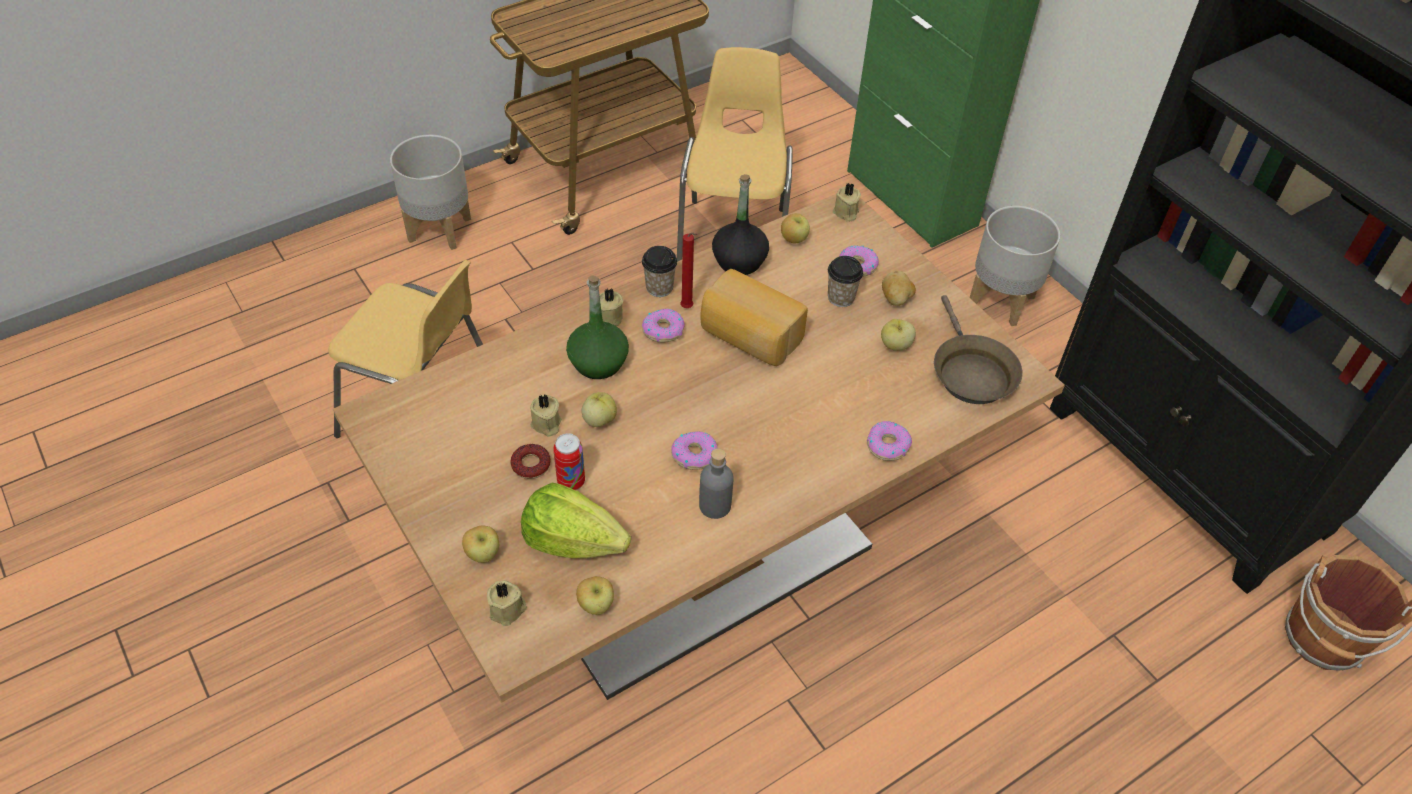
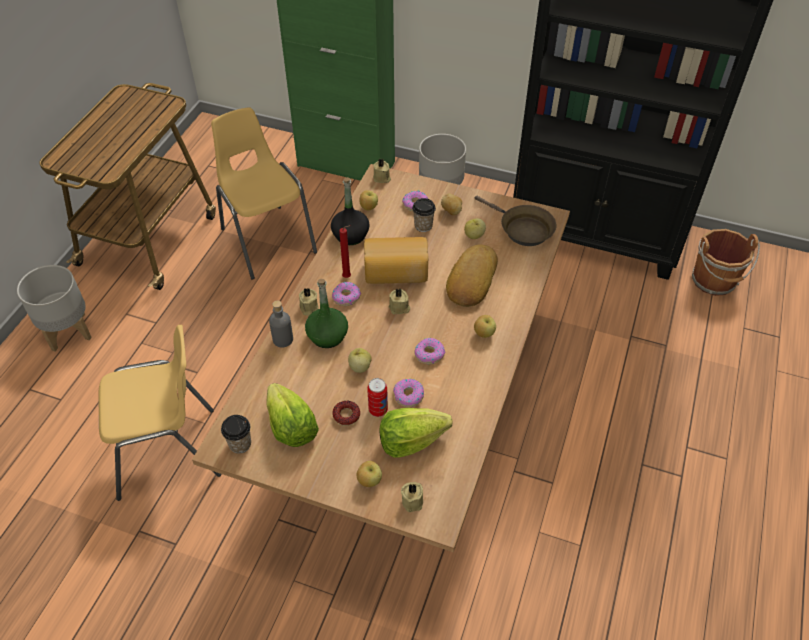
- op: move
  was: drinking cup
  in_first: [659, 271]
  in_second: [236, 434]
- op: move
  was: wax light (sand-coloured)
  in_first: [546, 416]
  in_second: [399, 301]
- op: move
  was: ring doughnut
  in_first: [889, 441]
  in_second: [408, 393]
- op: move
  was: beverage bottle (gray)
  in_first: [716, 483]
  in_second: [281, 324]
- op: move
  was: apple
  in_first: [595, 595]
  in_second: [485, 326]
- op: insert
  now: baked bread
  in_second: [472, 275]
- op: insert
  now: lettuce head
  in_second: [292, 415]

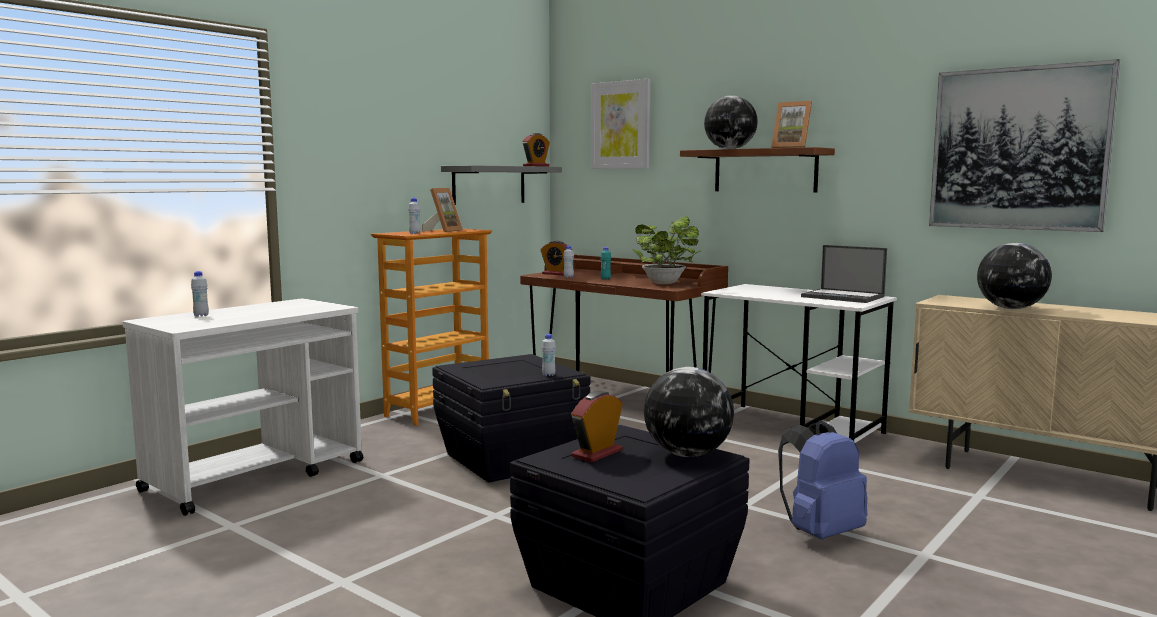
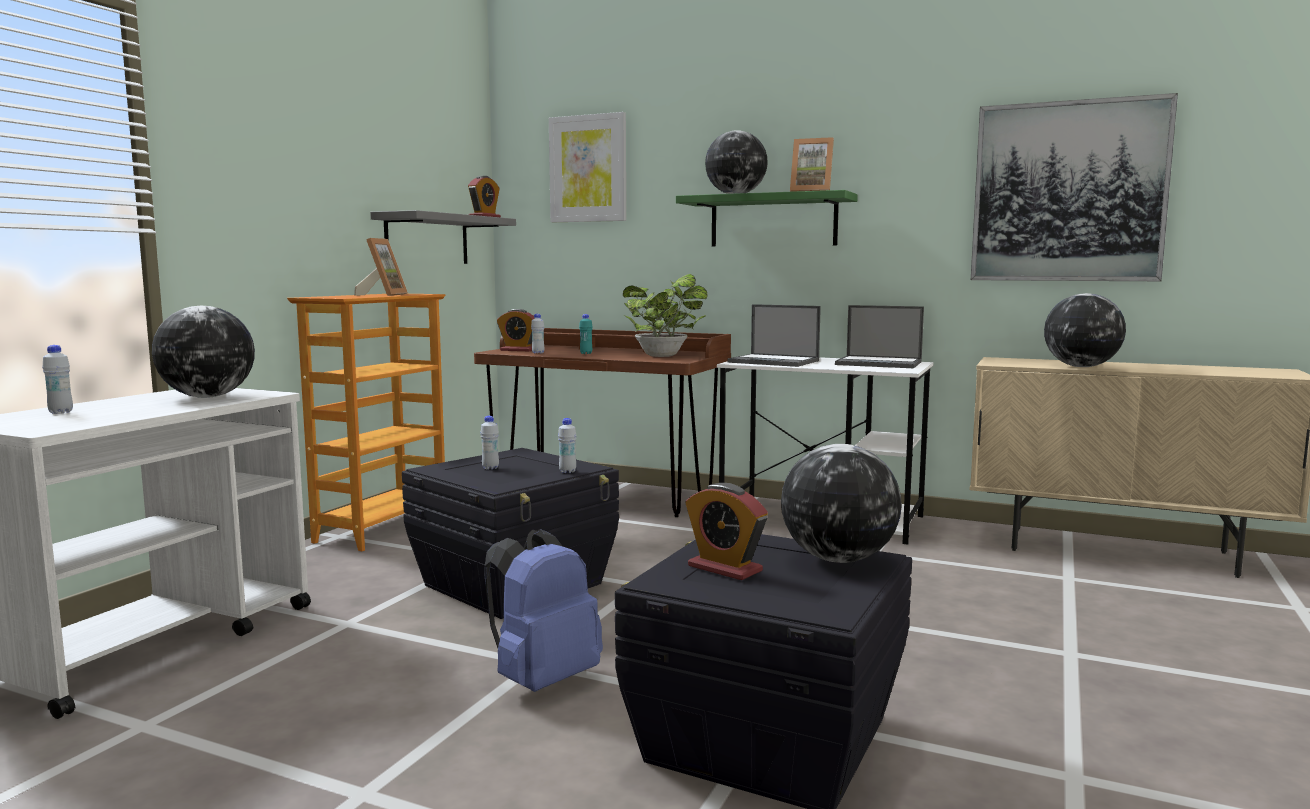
- op: recolor
  was: shelf (brown-coloured)
  now: shelf (greenish)
  in_first: [757, 170]
  in_second: [767, 218]
- op: move
  was: beverage bottle (white-coloured)
  in_first: [414, 216]
  in_second: [489, 443]
- op: rotate
  was: alarm clock
  in_first: [597, 426]
  in_second: [726, 531]
  clockwise: -75
- op: move
  was: rucksack (bluish)
  in_first: [822, 480]
  in_second: [543, 610]
- op: insert
  now: portable computer
  in_second: [774, 335]
- op: insert
  now: world globe
  in_second: [203, 352]

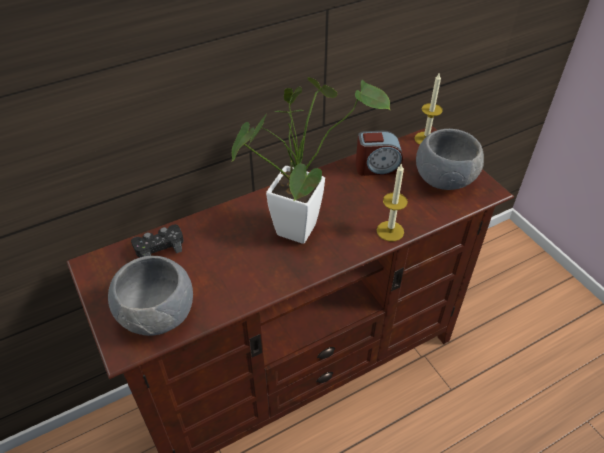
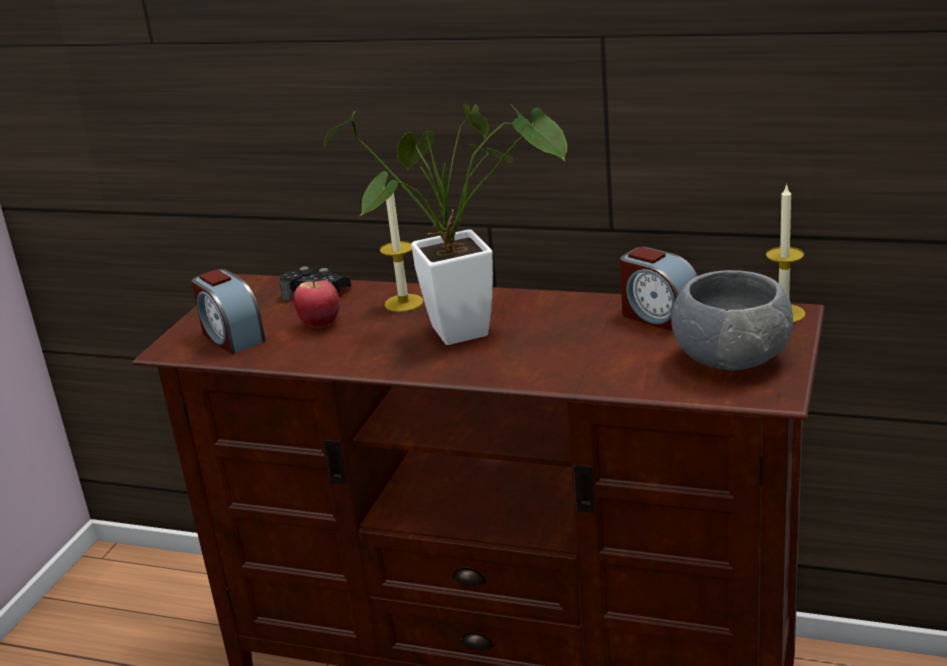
- op: move
  was: wax light
  in_first: [392, 202]
  in_second: [401, 252]
- op: replace
  was: bowl (gray)
  now: alarm clock
  in_first: [150, 296]
  in_second: [229, 312]
- op: insert
  now: apple
  in_second: [317, 304]

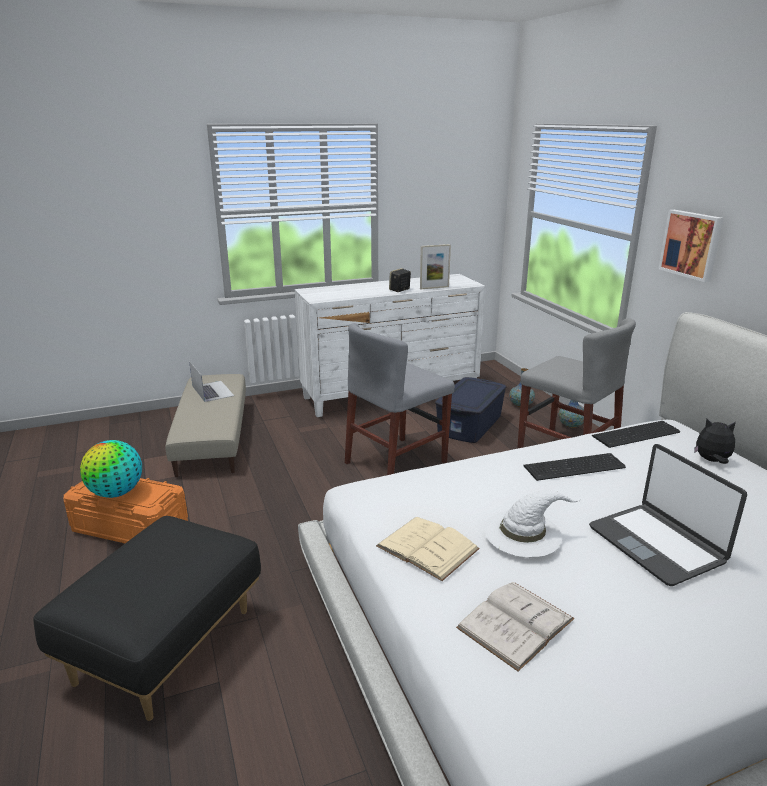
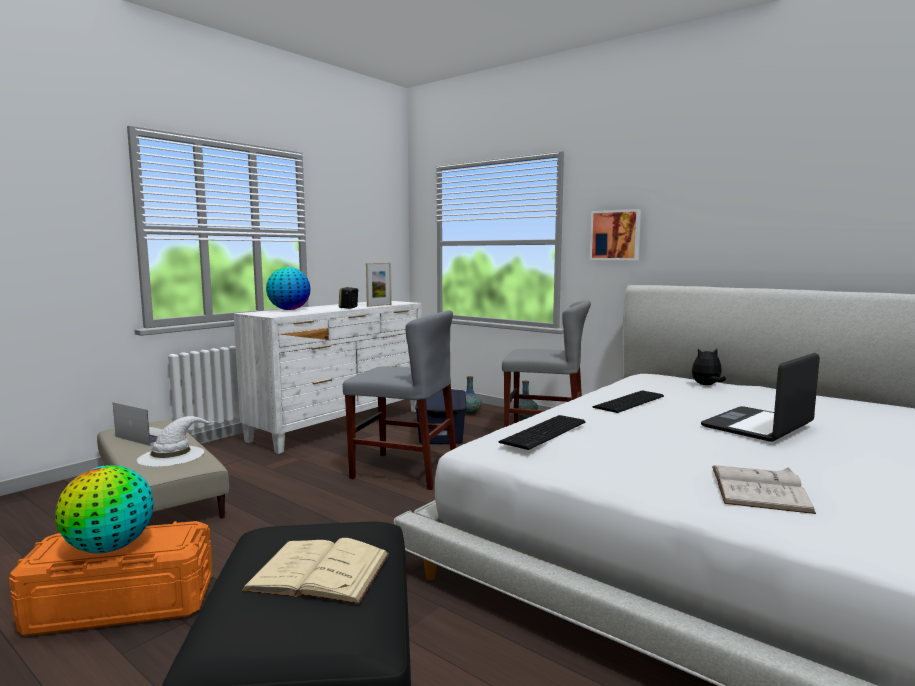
- op: rotate
  was: chair (gray)
  in_first: [400, 399]
  in_second: [399, 400]
  clockwise: -90
- op: move
  was: keyboard
  in_first: [636, 434]
  in_second: [541, 432]
- op: rotate
  was: portable computer
  in_first: [668, 515]
  in_second: [760, 397]
  clockwise: 105
- op: move
  was: hat (white-coloured)
  in_first: [532, 523]
  in_second: [176, 441]
- op: move
  was: bound book (sand-coloured)
  in_first: [428, 549]
  in_second: [315, 571]
- op: insert
  now: world globe
  in_second: [288, 288]

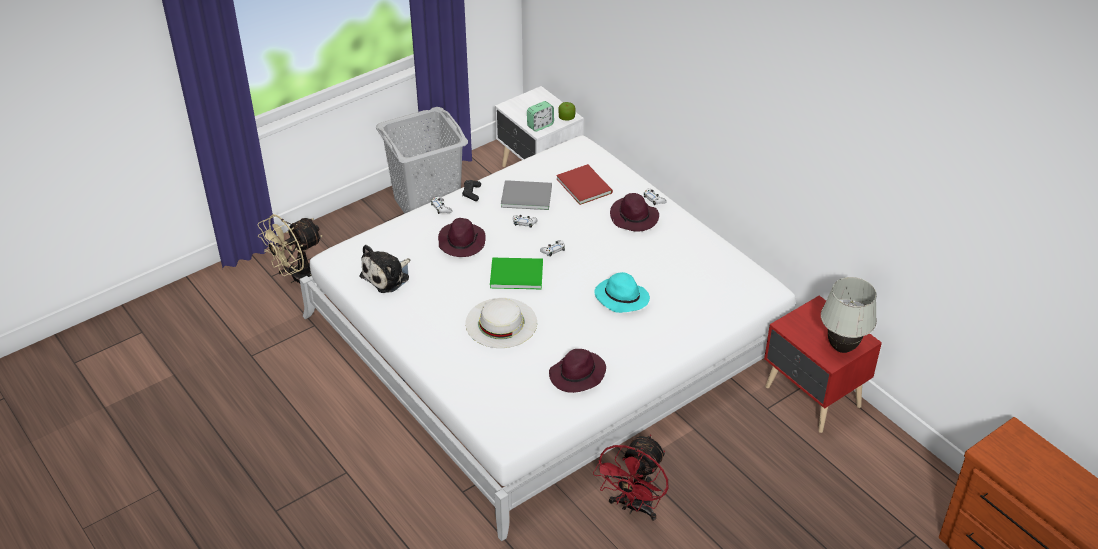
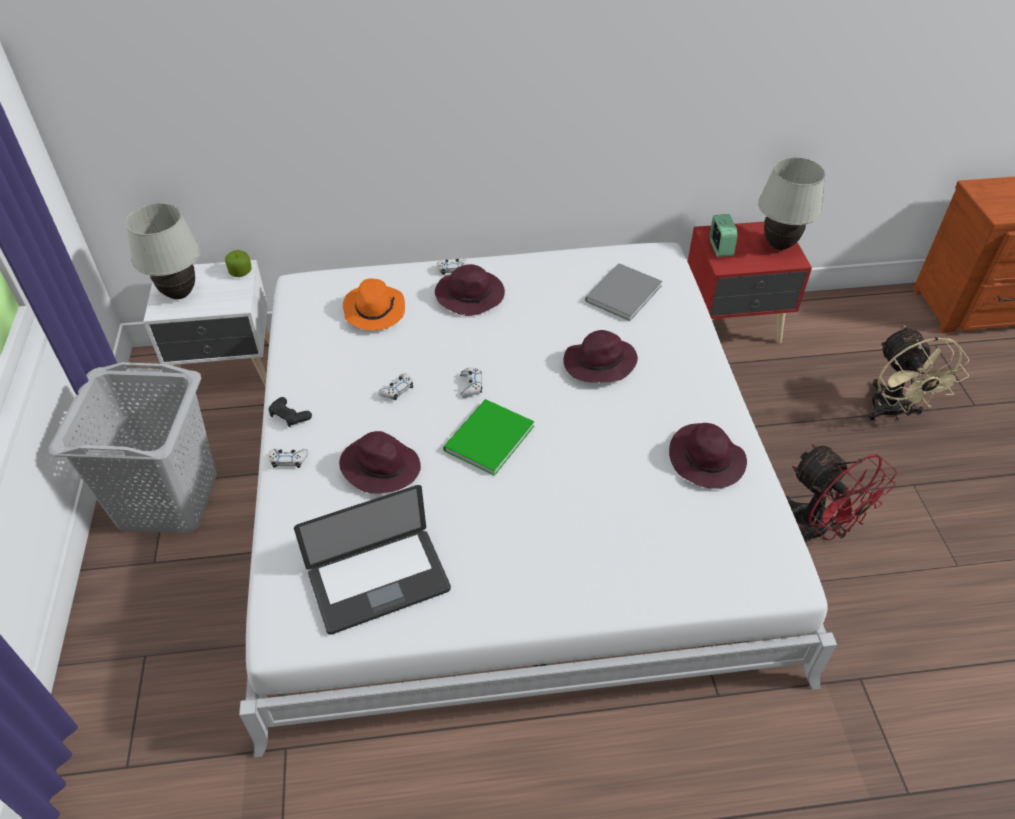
- op: move
  was: alarm clock
  in_first: [540, 116]
  in_second: [724, 235]
- op: replace
  was: bound book (red-coloured)
  now: hat (orange-coloured)
  in_first: [584, 184]
  in_second: [374, 304]
- op: move
  was: bound book (gray)
  in_first: [526, 195]
  in_second: [623, 292]
- op: move
  was: electric fan (sand-coloured)
  in_first: [290, 248]
  in_second: [919, 373]
- op: replace
  was: soft toy
  now: portable computer
  in_first: [384, 269]
  in_second: [372, 559]
- op: recolor
  was: hat (blue-green)
  now: hat (purple-coloured)
  in_first: [622, 292]
  in_second: [600, 356]
- op: delete
  was: hat (white-coloured)
  in_first: [501, 323]
- op: insert
  now: lamp for a table (white-coloured)
  in_second: [163, 251]

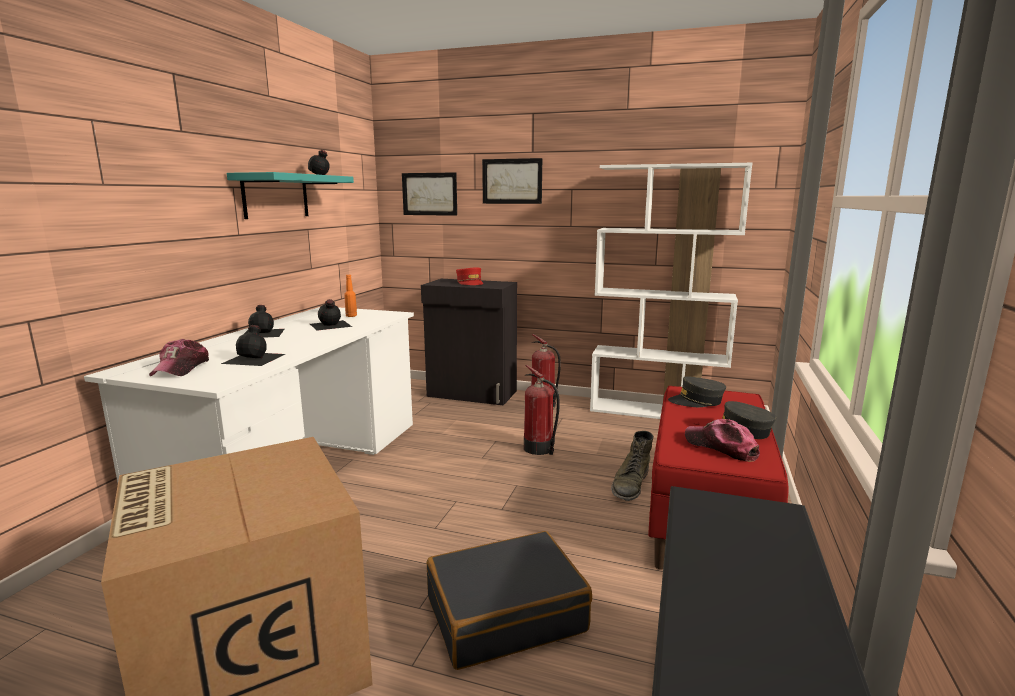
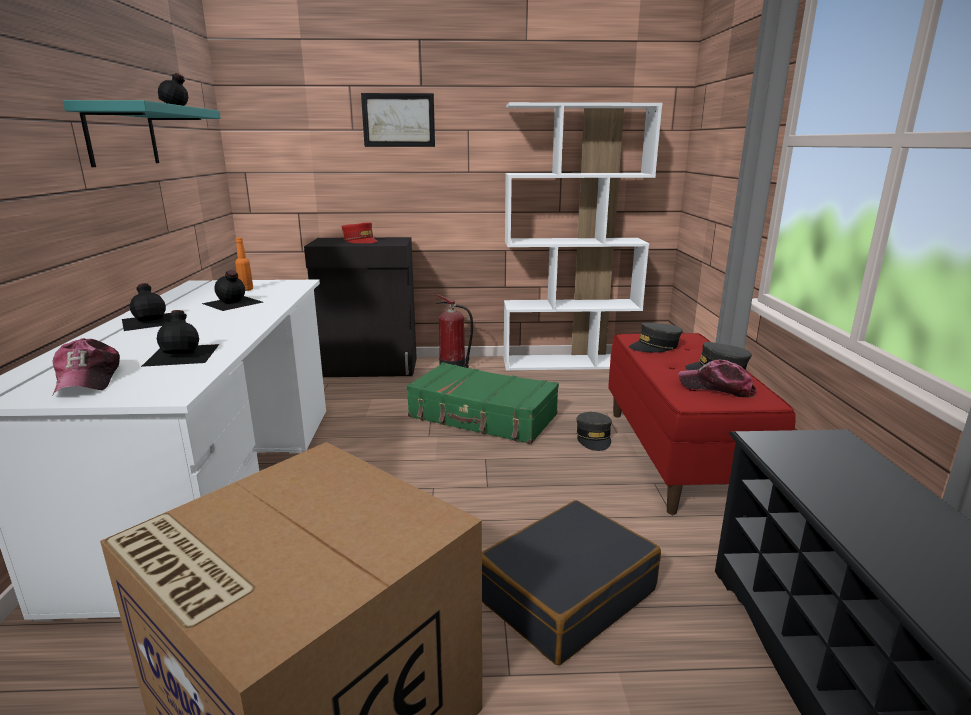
- op: delete
  was: wall picture
  in_first: [429, 194]
- op: replace
  was: fire-fighting cylinder
  now: suitcase (greenish)
  in_first: [542, 410]
  in_second: [482, 403]
- op: replace
  was: tall boot (greenish)
  now: baseball cap (gray)
  in_first: [632, 466]
  in_second: [594, 431]

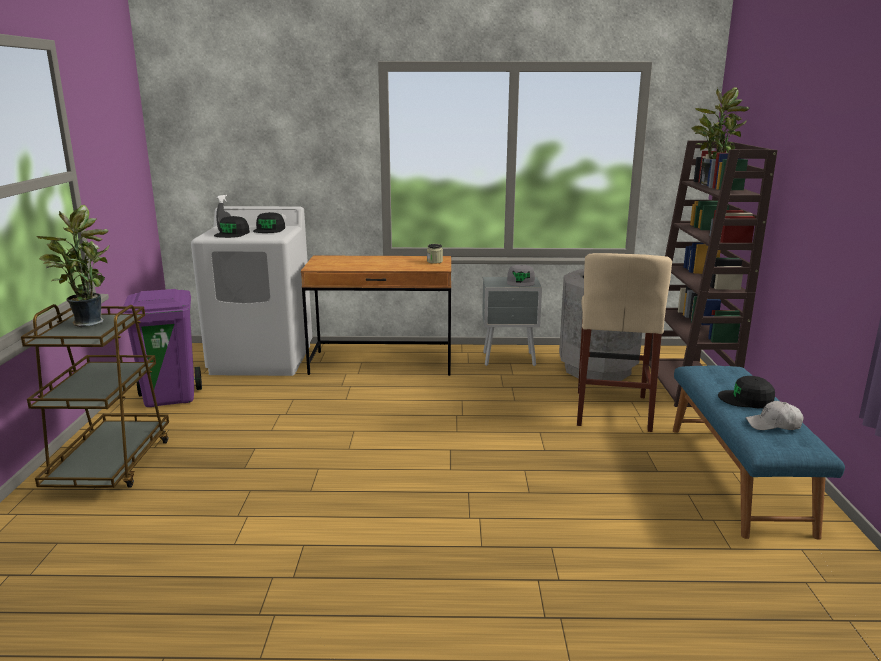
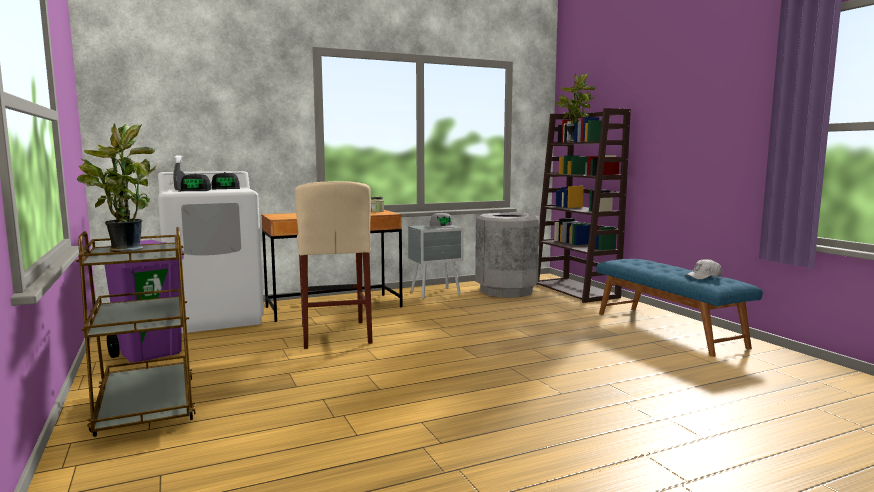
- op: move
  was: stool seat (sand-coloured)
  in_first: [624, 342]
  in_second: [334, 265]
- op: delete
  was: baseball cap (black-coloured)
  in_first: [746, 392]

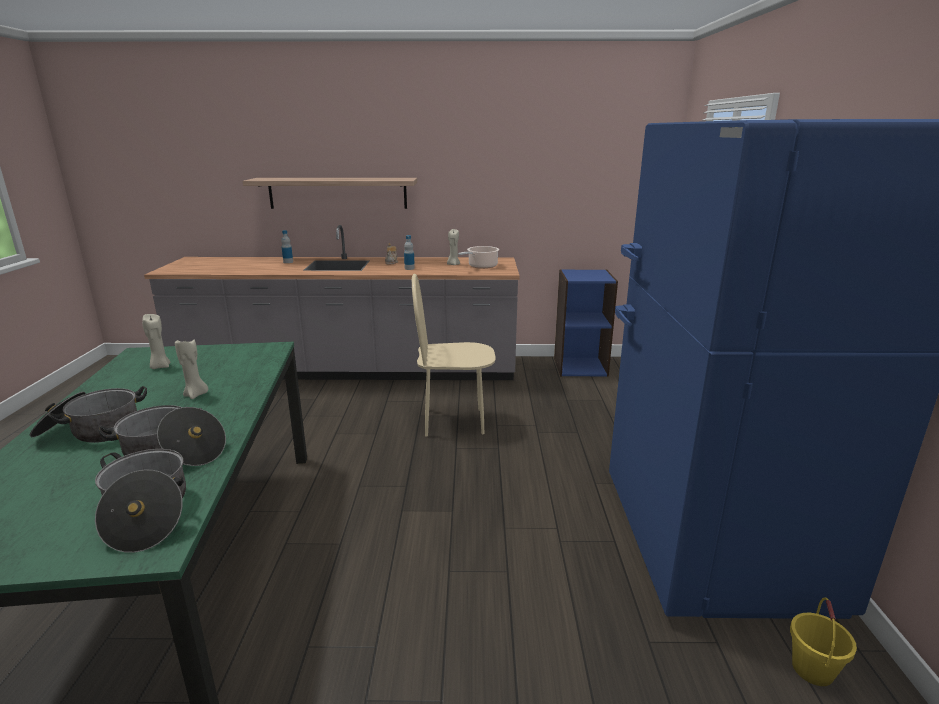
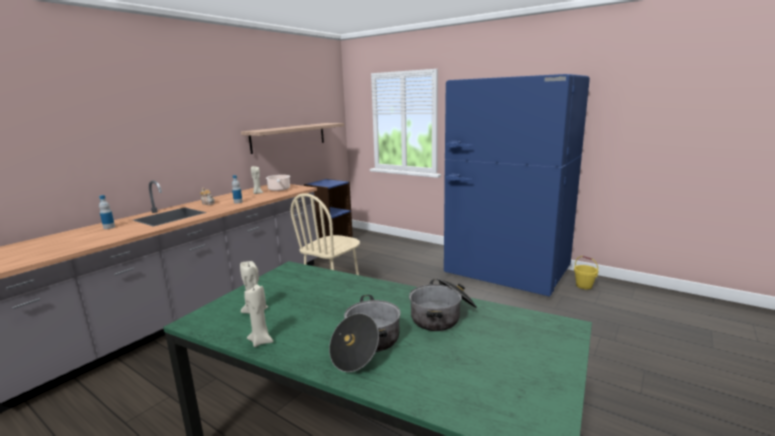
- op: move
  was: shelf
  in_first: [330, 193]
  in_second: [292, 138]
- op: move
  was: wax light (sand-coloured)
  in_first: [191, 368]
  in_second: [259, 315]
- op: delete
  was: cooking pot
  in_first: [140, 501]

